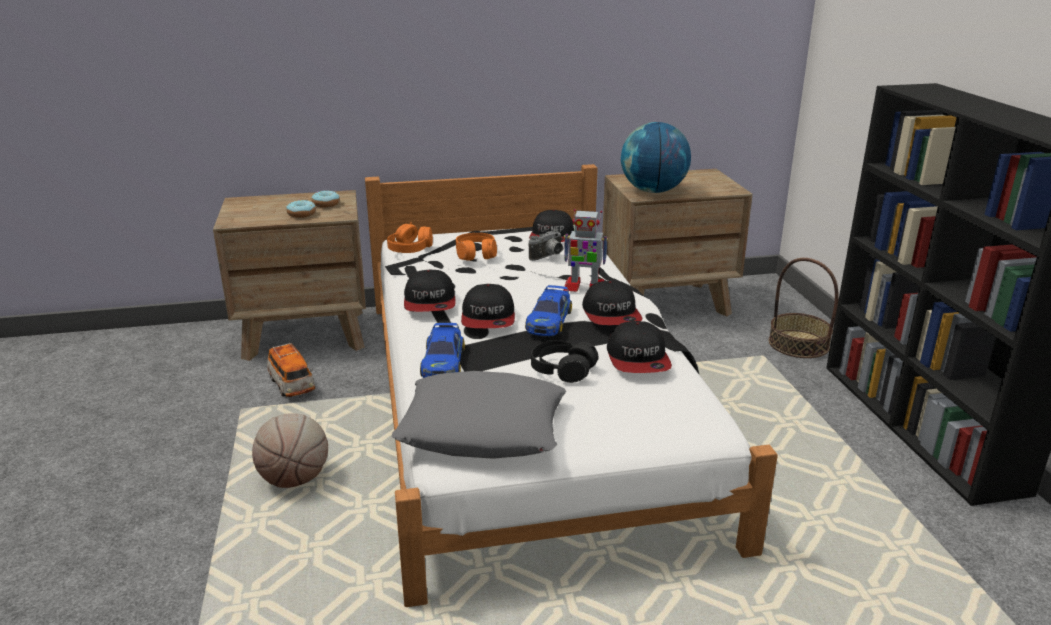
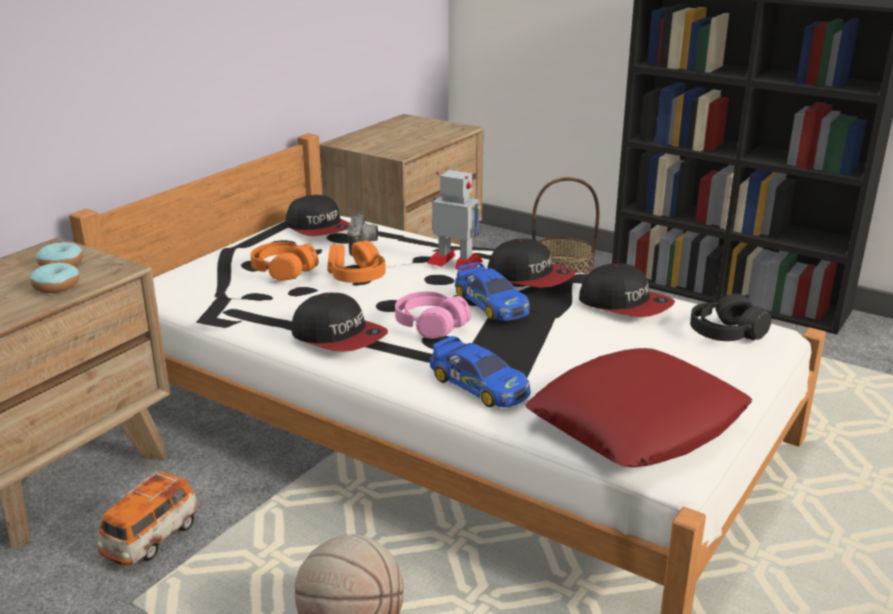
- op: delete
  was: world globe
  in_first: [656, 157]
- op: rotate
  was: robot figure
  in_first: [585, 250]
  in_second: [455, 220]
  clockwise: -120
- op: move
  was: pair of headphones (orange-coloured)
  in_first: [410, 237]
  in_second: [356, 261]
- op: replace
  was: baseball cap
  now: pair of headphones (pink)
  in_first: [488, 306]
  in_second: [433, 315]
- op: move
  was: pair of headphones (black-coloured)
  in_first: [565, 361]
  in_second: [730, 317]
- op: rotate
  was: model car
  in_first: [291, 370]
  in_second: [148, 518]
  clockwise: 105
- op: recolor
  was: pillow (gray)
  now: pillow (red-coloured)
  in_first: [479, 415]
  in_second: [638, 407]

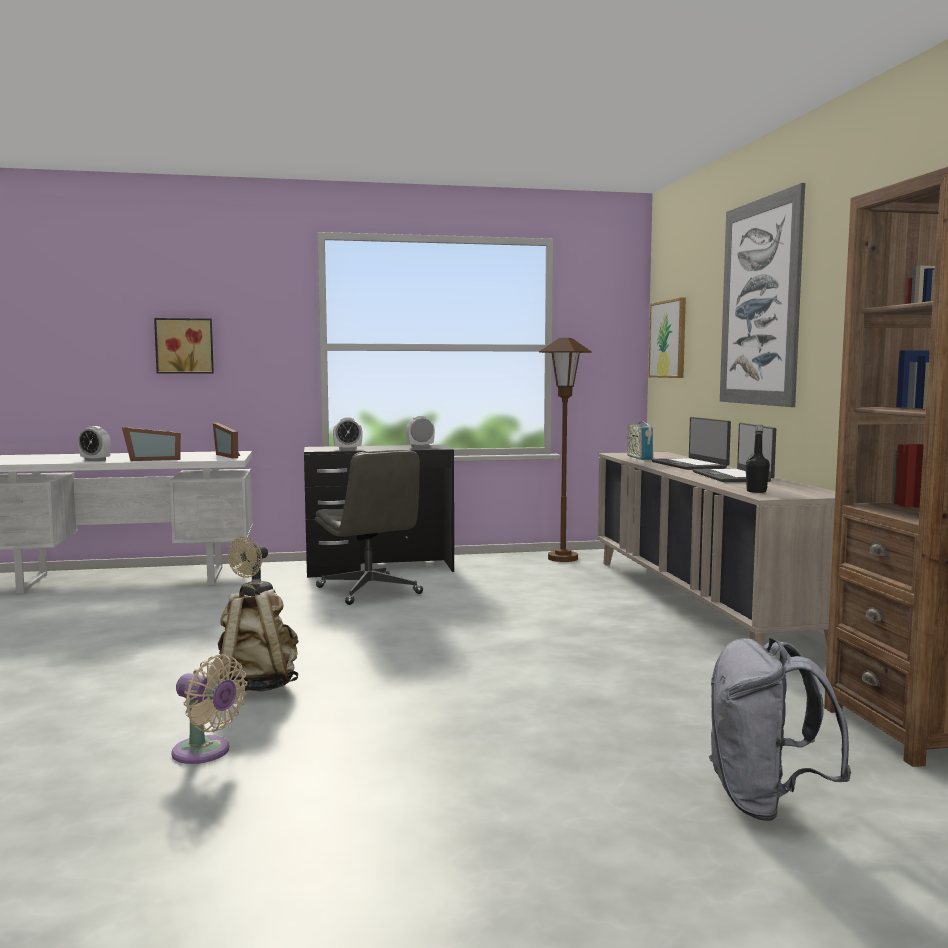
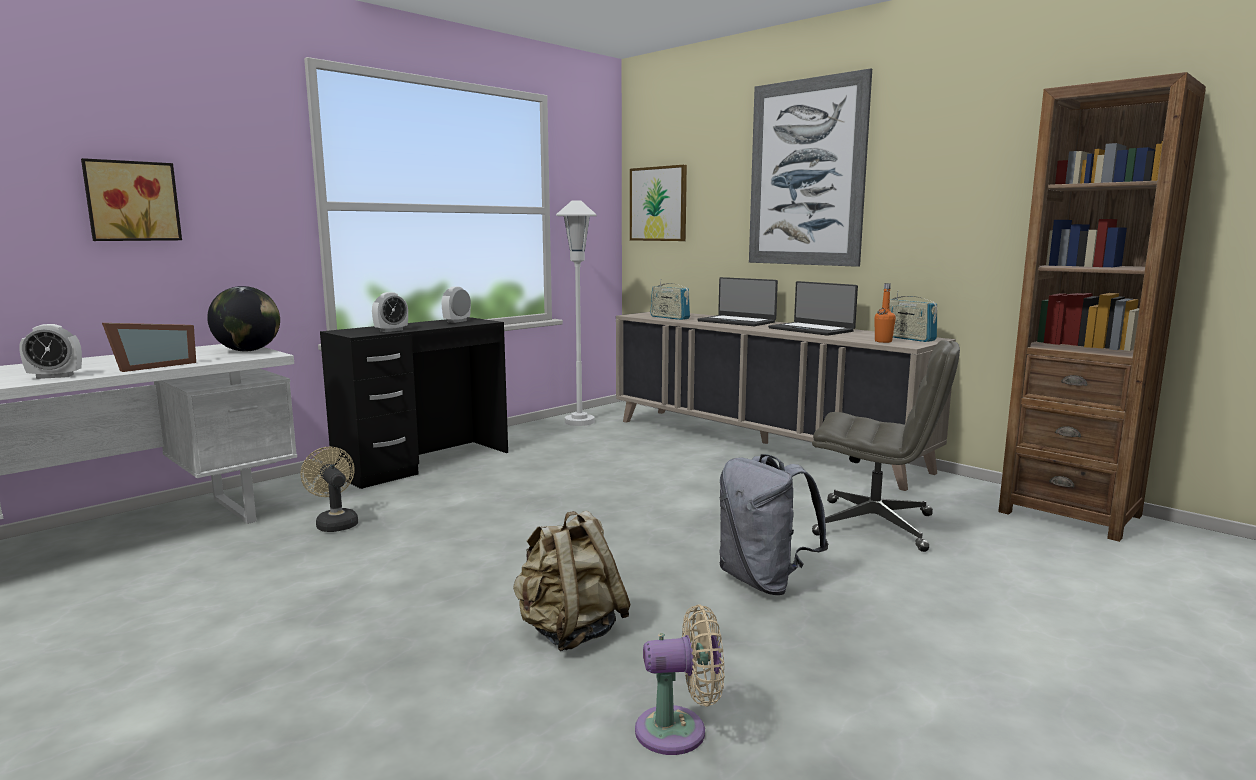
- op: recolor
  was: standing lamp (brown-coloured)
  now: standing lamp (white-coloured)
  in_first: [565, 450]
  in_second: [576, 313]
- op: replace
  was: picture frame
  now: world globe
  in_first: [226, 440]
  in_second: [243, 318]
- op: recolor
  was: beverage bottle (black-coloured)
  now: beverage bottle (orange-coloured)
  in_first: [757, 459]
  in_second: [885, 313]
- op: move
  was: desk chair (gray)
  in_first: [369, 527]
  in_second: [886, 446]
- op: rotate
  was: electric fan (sand-coloured)
  in_first: [250, 567]
  in_second: [329, 489]
  clockwise: 150
- op: move
  was: rucksack (gray)
  in_first: [780, 729]
  in_second: [774, 524]
- op: insert
  now: radio receiver
  in_second: [913, 316]

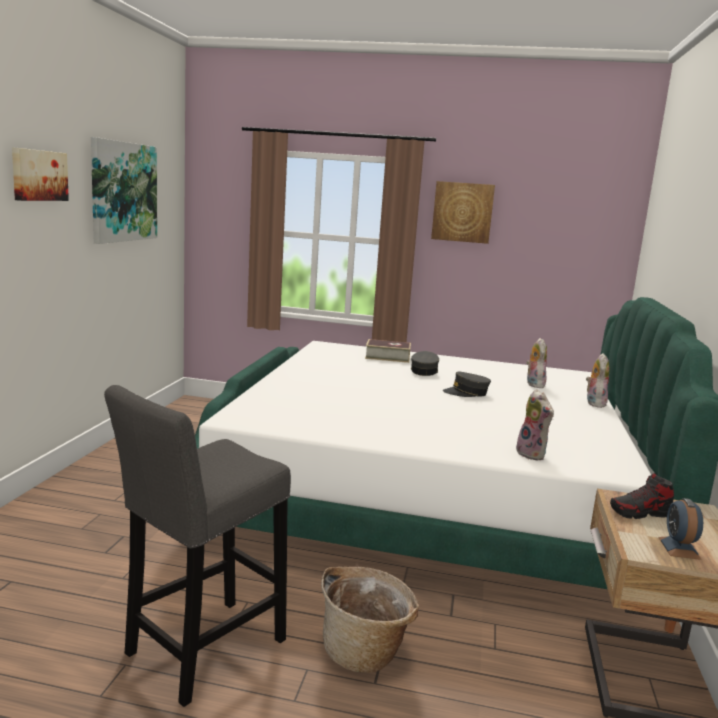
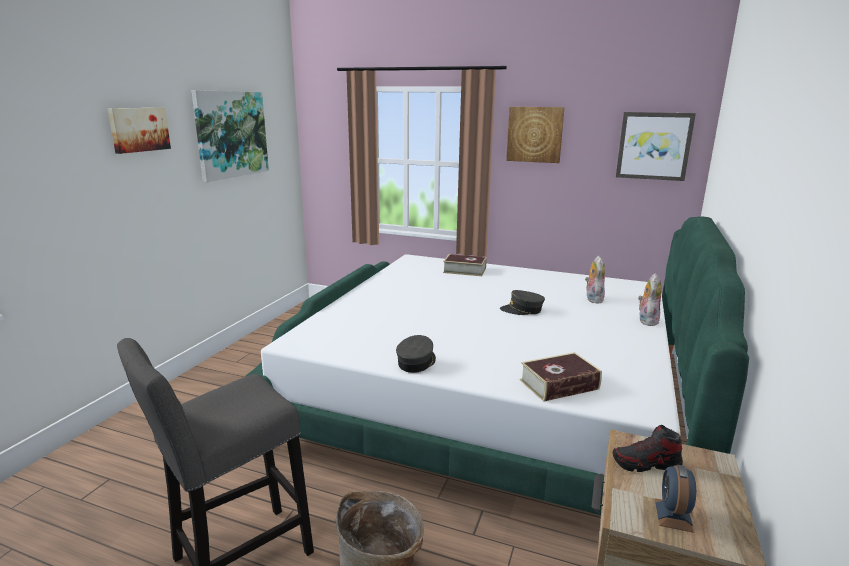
- op: move
  was: baseball cap (gray)
  in_first: [425, 363]
  in_second: [416, 354]
- op: replace
  was: soft toy
  now: bound book
  in_first: [534, 424]
  in_second: [561, 377]
- op: insert
  now: wall picture
  in_second: [656, 146]

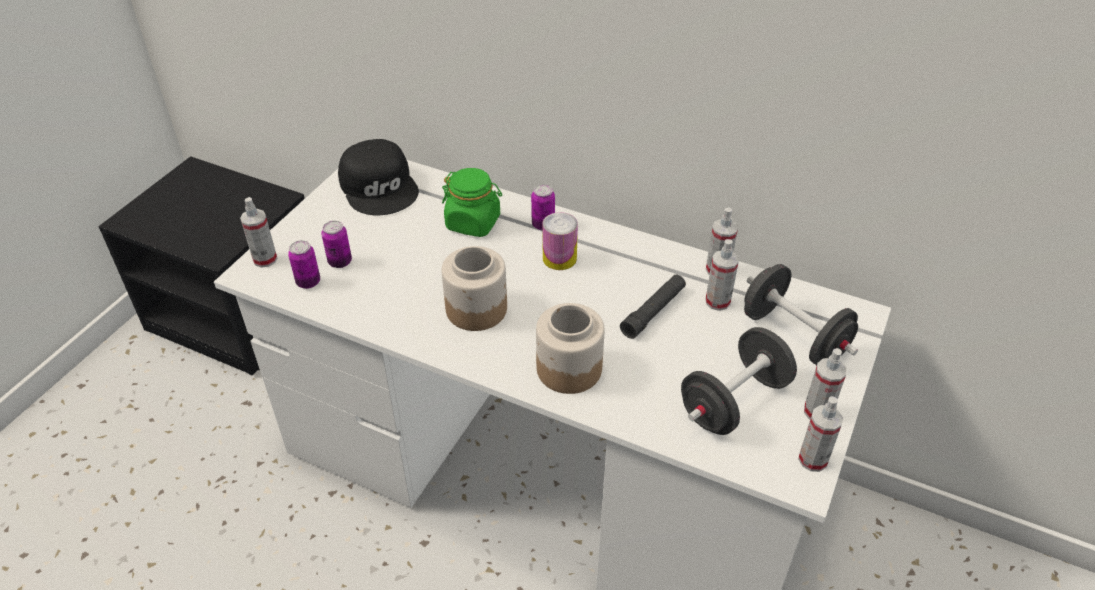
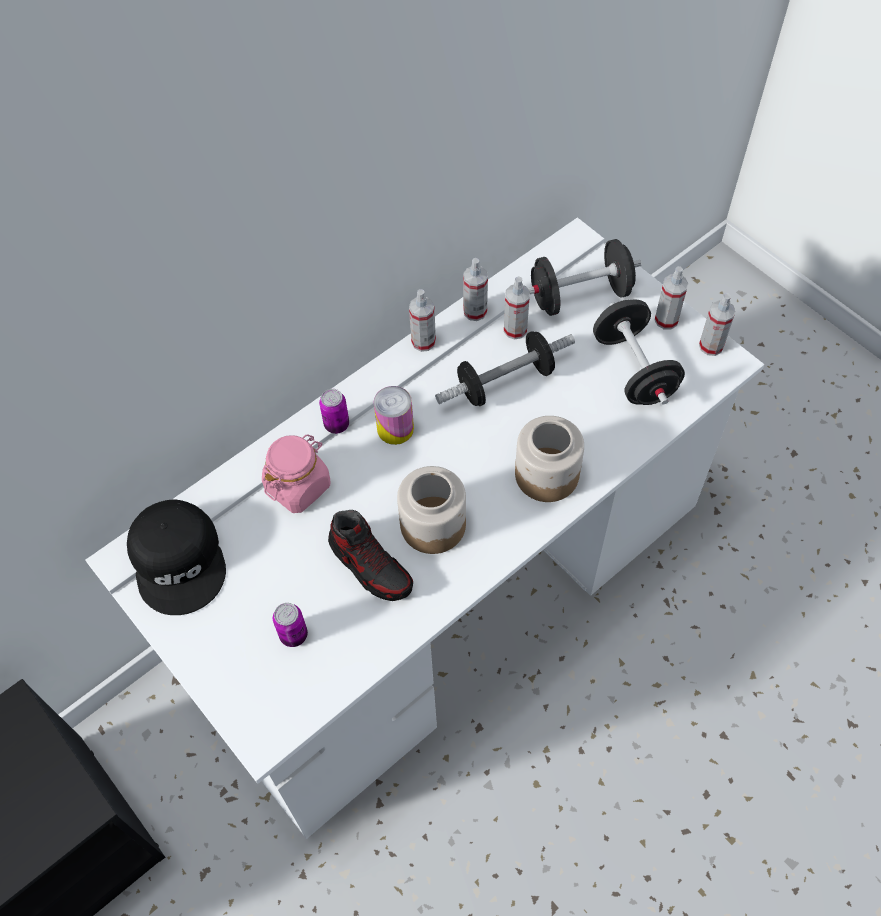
- op: rotate
  was: baseball cap (black-coloured)
  in_first: [378, 177]
  in_second: [176, 557]
  clockwise: 75
- op: recolor
  was: storage jar (greenish)
  now: storage jar (pink)
  in_first: [472, 202]
  in_second: [296, 473]
- op: move
  was: sprayer
  in_first: [258, 232]
  in_second: [422, 320]
- op: delete
  was: sealed can
  in_first: [304, 264]
- op: replace
  was: torch (black-coloured)
  now: dumbbell
  in_first: [653, 307]
  in_second: [505, 368]
- op: insert
  now: item of footwear
  in_second: [370, 555]

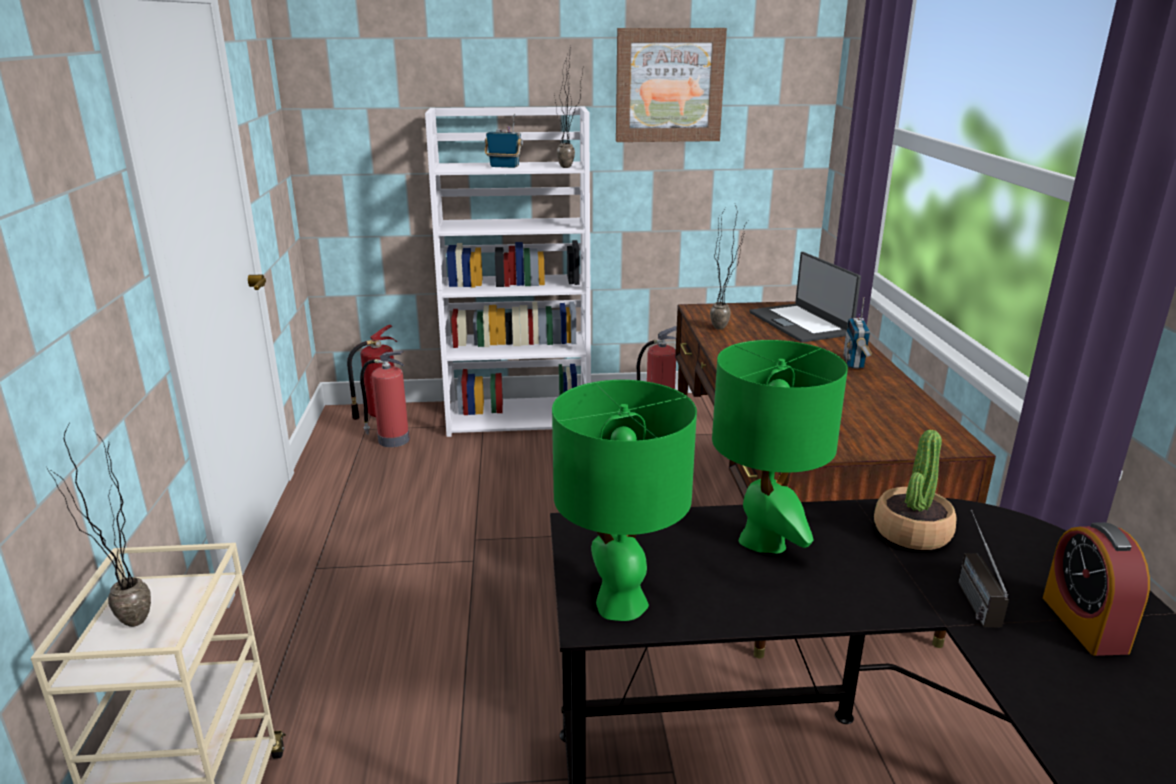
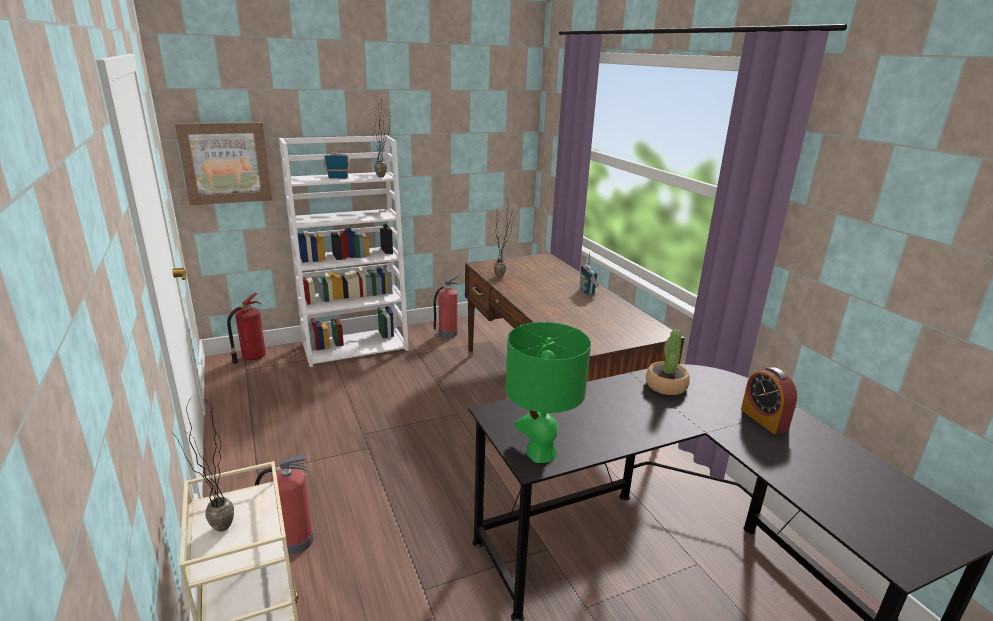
- op: move
  was: wall picture
  in_first: [671, 85]
  in_second: [223, 163]
- op: delete
  was: portable computer
  in_first: [805, 297]
- op: delete
  was: lamp for a table (greenish)
  in_first: [780, 446]
- op: move
  was: fire-fighting cylinder
  in_first: [385, 399]
  in_second: [284, 504]
- op: delete
  was: radio receiver
  in_first: [983, 569]

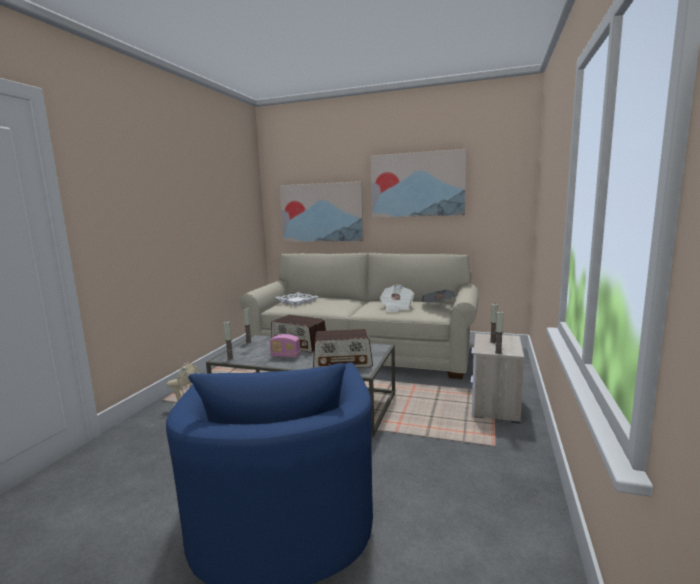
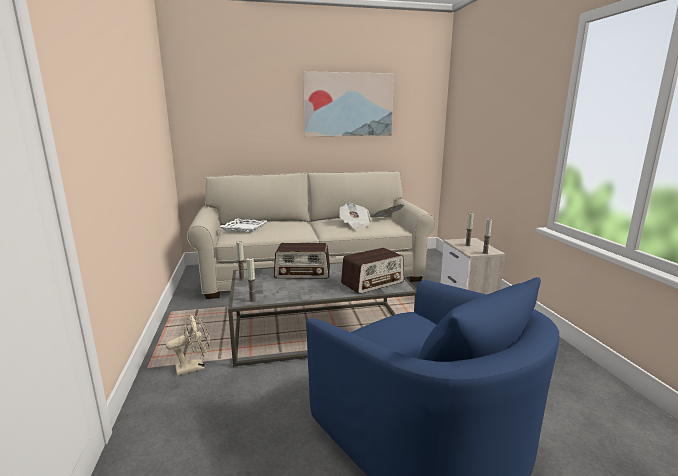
- op: delete
  was: wall picture
  in_first: [322, 211]
- op: delete
  was: radio receiver
  in_first: [285, 346]

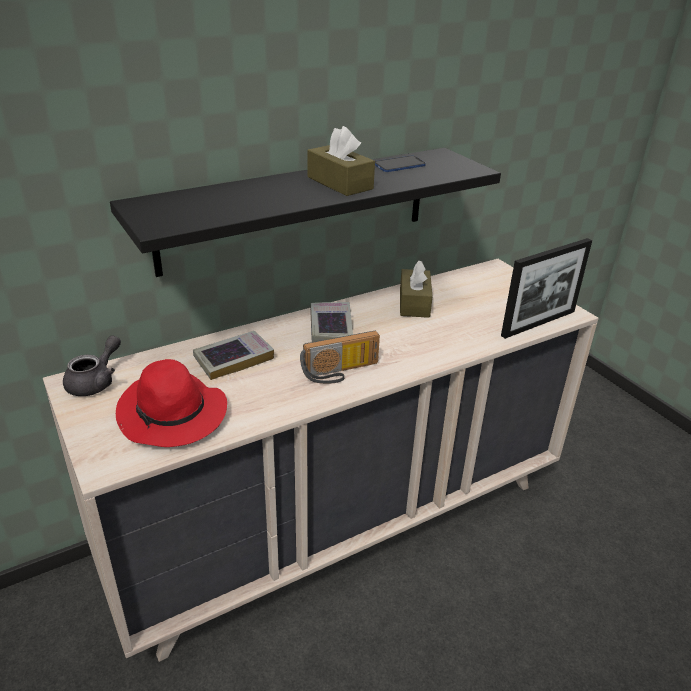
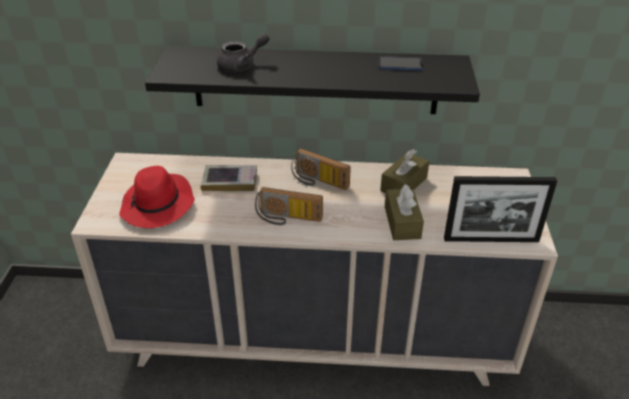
- op: move
  was: tissue box (brown-coloured)
  in_first: [341, 161]
  in_second: [404, 212]
- op: replace
  was: bound book
  now: radio receiver
  in_first: [331, 322]
  in_second: [321, 169]
- op: move
  was: tea pot (gray)
  in_first: [92, 365]
  in_second: [243, 52]

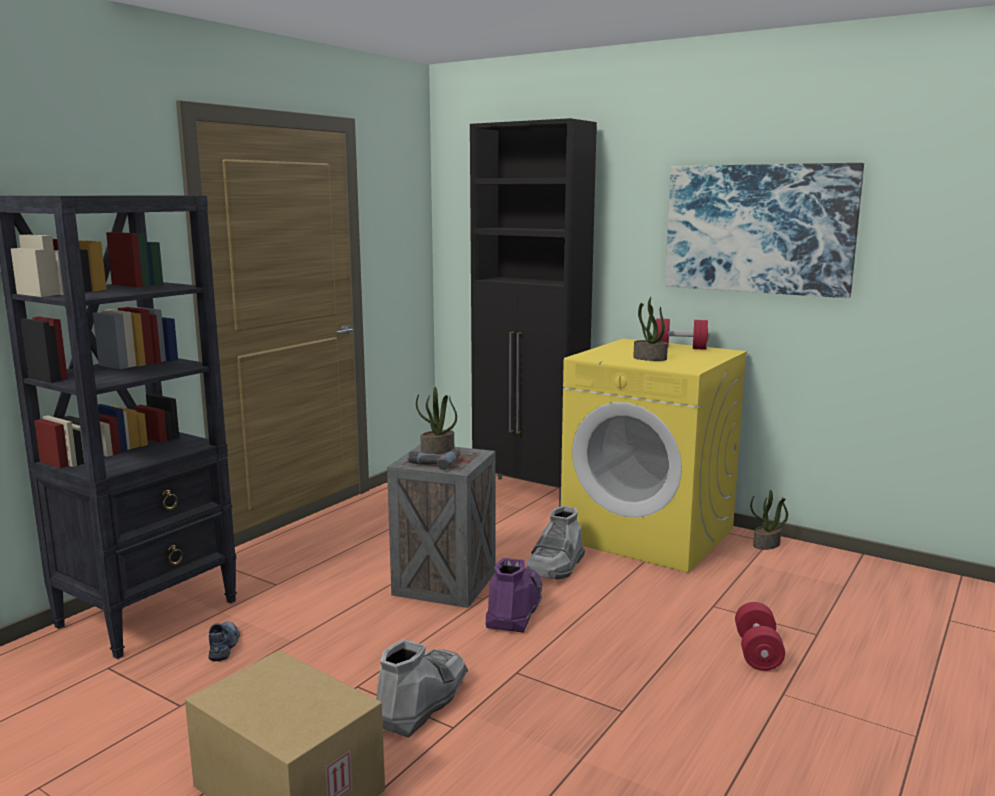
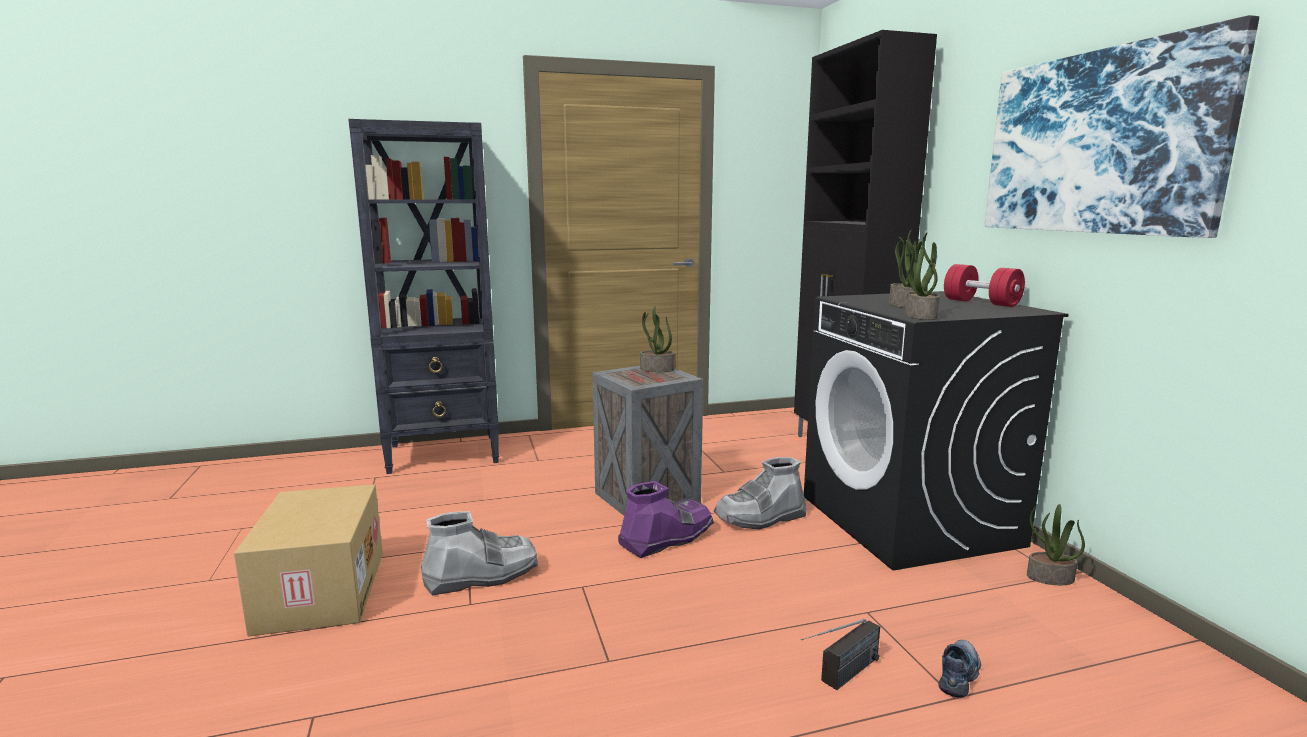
- op: recolor
  was: laundry machine (yellow-coloured)
  now: laundry machine (black-coloured)
  in_first: [654, 455]
  in_second: [936, 430]
- op: delete
  was: electric drill
  in_first: [434, 459]
- op: replace
  was: dumbbell (red-coloured)
  now: radio receiver
  in_first: [760, 636]
  in_second: [840, 654]
- op: move
  was: item of footwear
  in_first: [224, 641]
  in_second: [959, 668]
- op: insert
  now: potted plant
  in_second: [922, 276]

